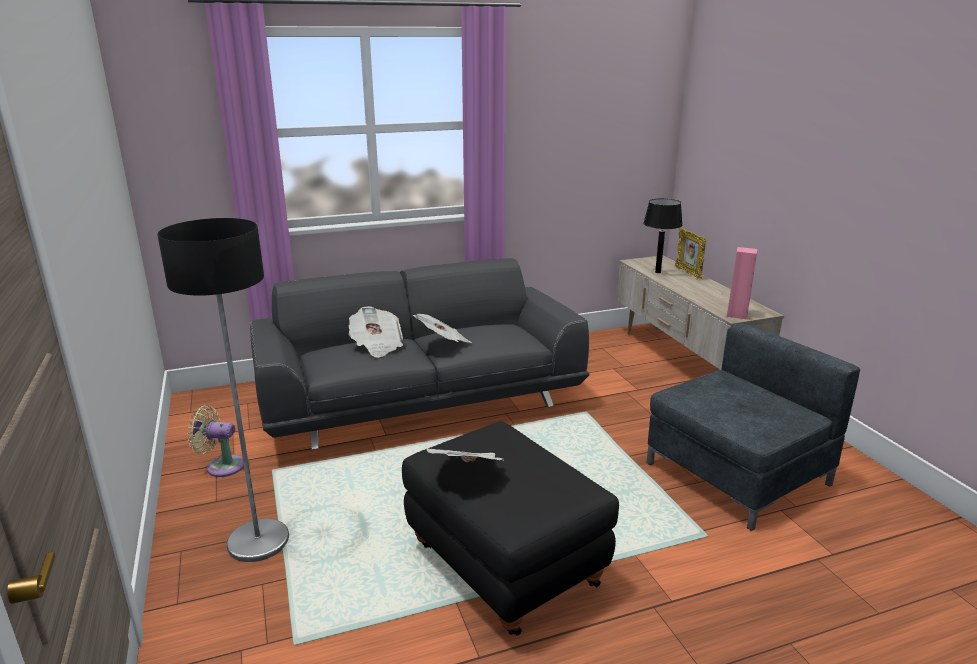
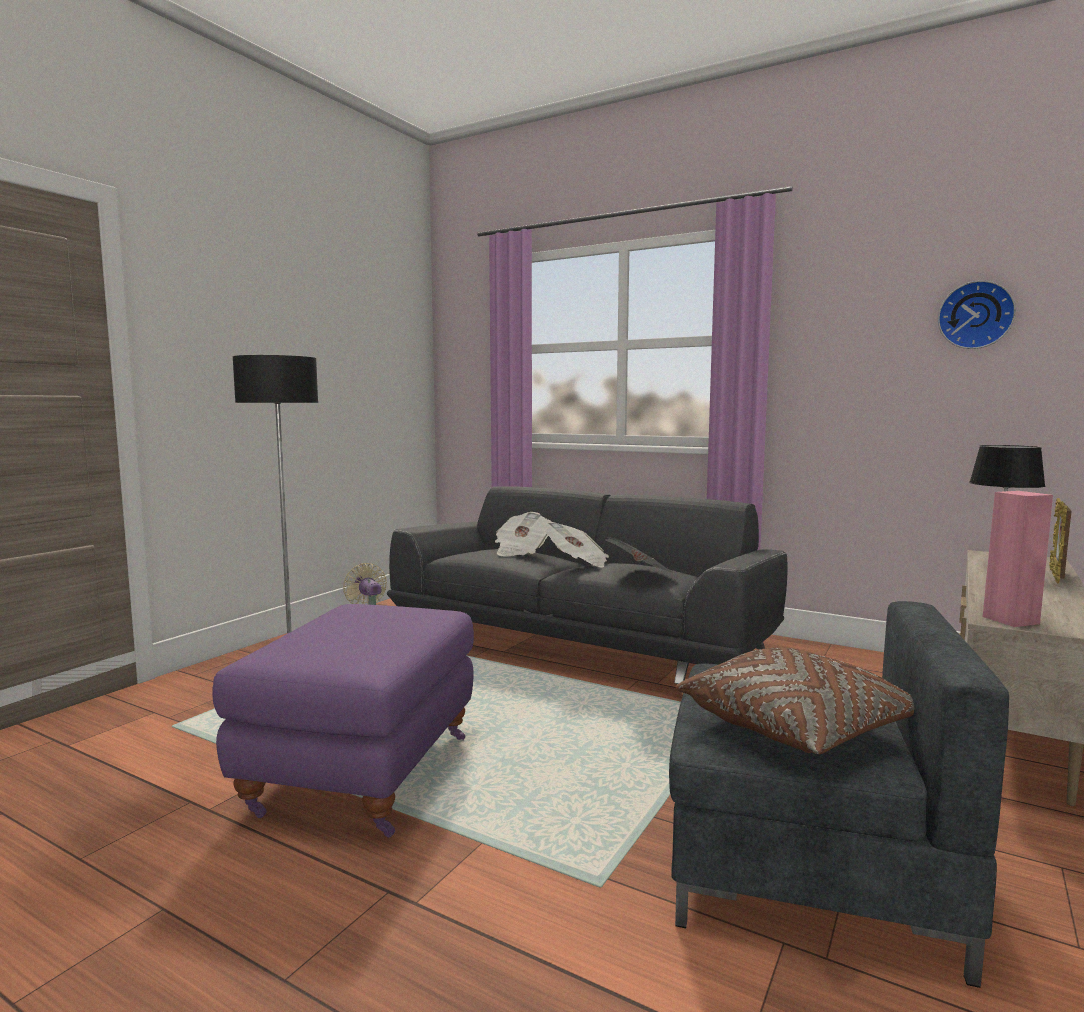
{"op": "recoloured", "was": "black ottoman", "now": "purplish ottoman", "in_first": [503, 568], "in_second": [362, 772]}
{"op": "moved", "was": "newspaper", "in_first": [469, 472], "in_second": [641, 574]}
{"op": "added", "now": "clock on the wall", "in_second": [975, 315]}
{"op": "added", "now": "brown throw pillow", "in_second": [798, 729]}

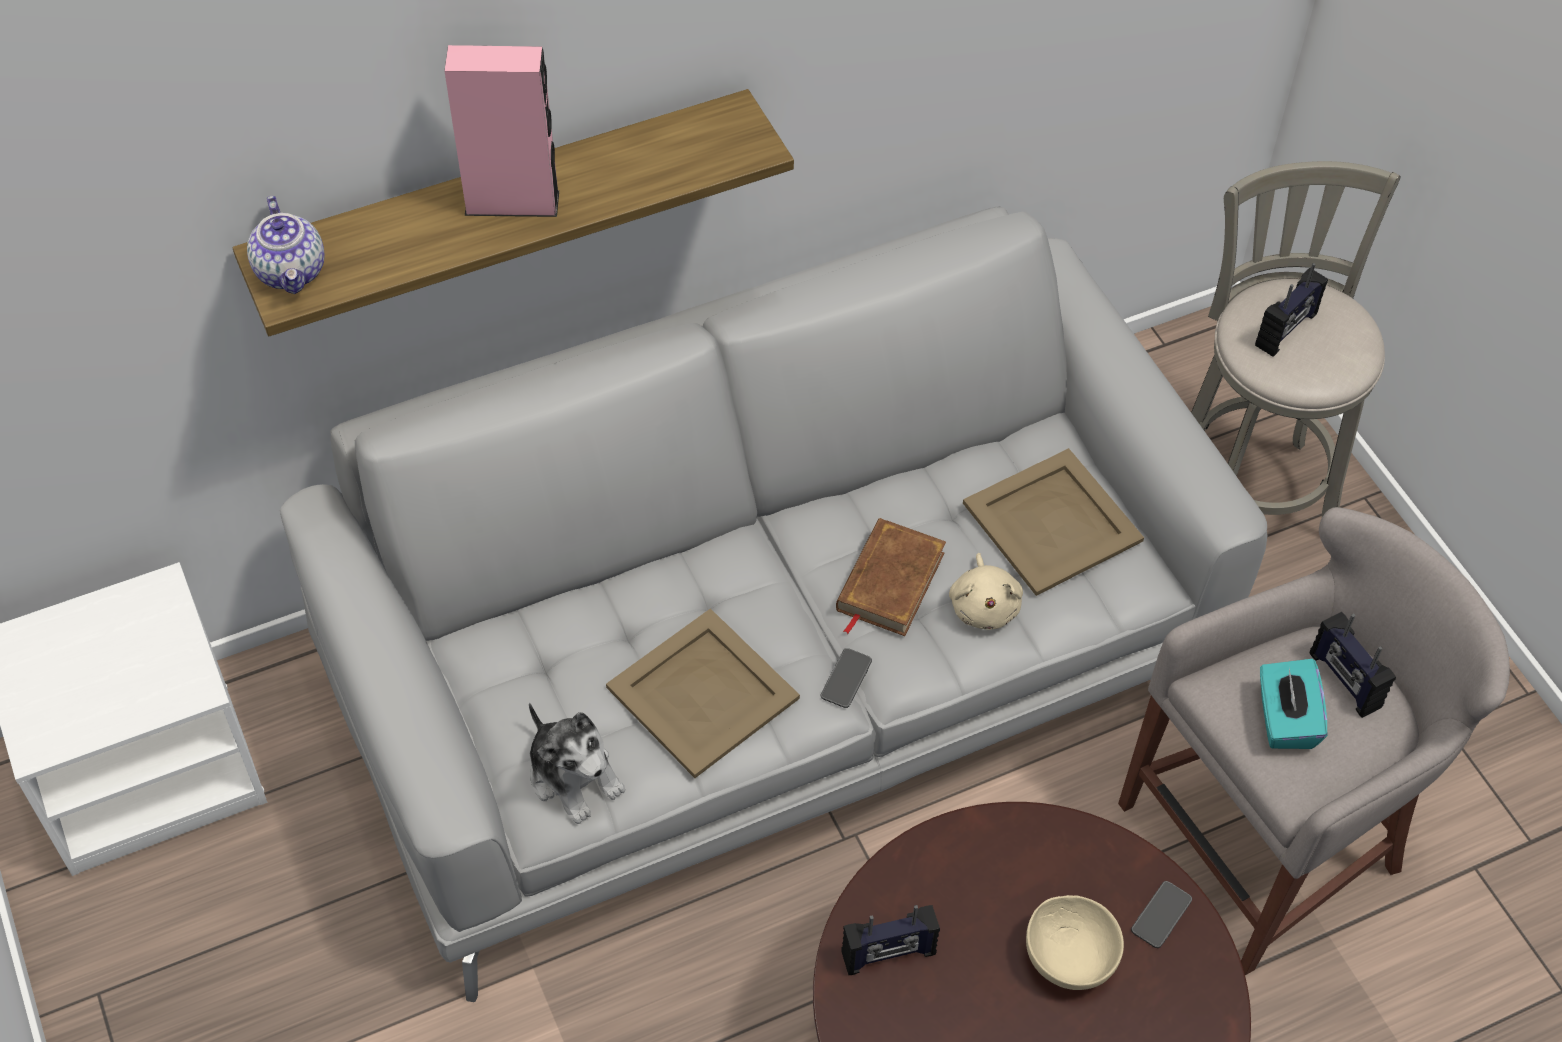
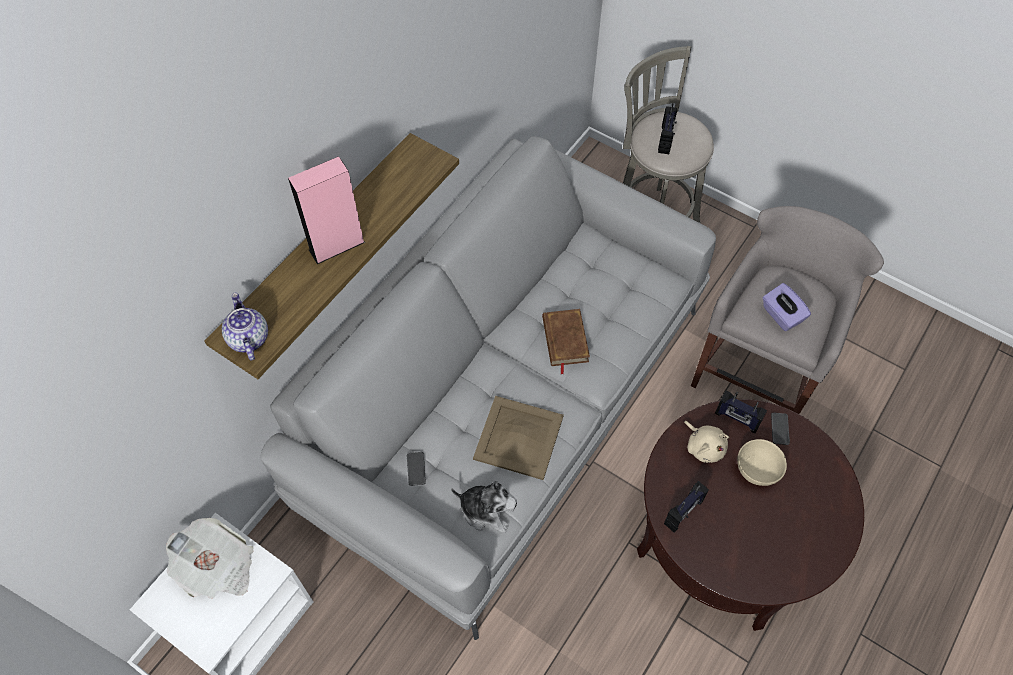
{"op": "turned", "was": "pot for tea", "in_first": [292, 271], "in_second": [248, 338], "clockwise": -150}
{"op": "removed", "was": "beige-coloured carrying tray", "in_first": [1050, 521]}
{"op": "moved", "was": "beige-coloured soft toy", "in_first": [984, 606], "in_second": [704, 446]}
{"op": "moved", "was": "radio set", "in_first": [1344, 681], "in_second": [737, 419]}
{"op": "moved", "was": "phone", "in_first": [846, 679], "in_second": [416, 469]}
{"op": "recoloured", "was": "turquoise tissue box", "now": "purplish tissue box", "in_first": [1284, 719], "in_second": [781, 315]}
{"op": "added", "now": "newspaper", "in_second": [217, 567]}

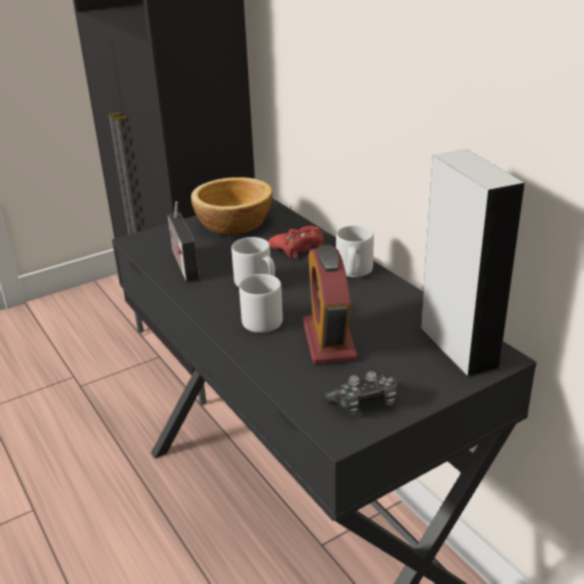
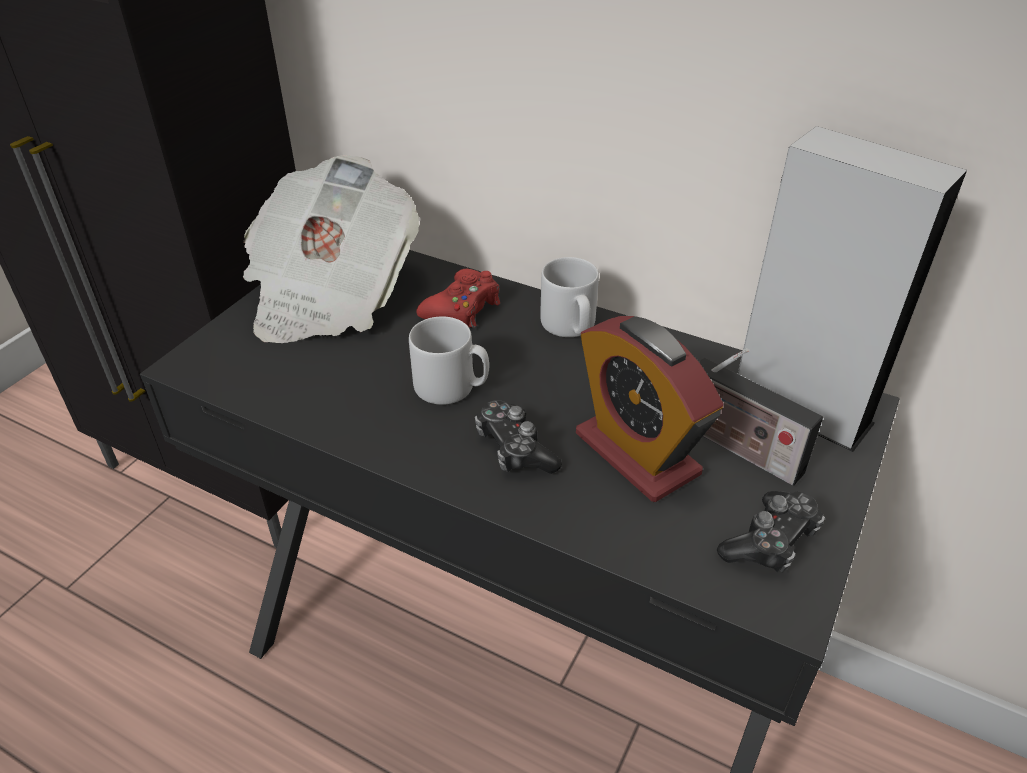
{"op": "replaced", "was": "deep dish", "now": "newspaper", "in_first": [233, 225], "in_second": [329, 293]}
{"op": "moved", "was": "radio set", "in_first": [183, 263], "in_second": [734, 446]}
{"op": "replaced", "was": "grey coffee mug", "now": "game controller", "in_first": [262, 319], "in_second": [514, 448]}

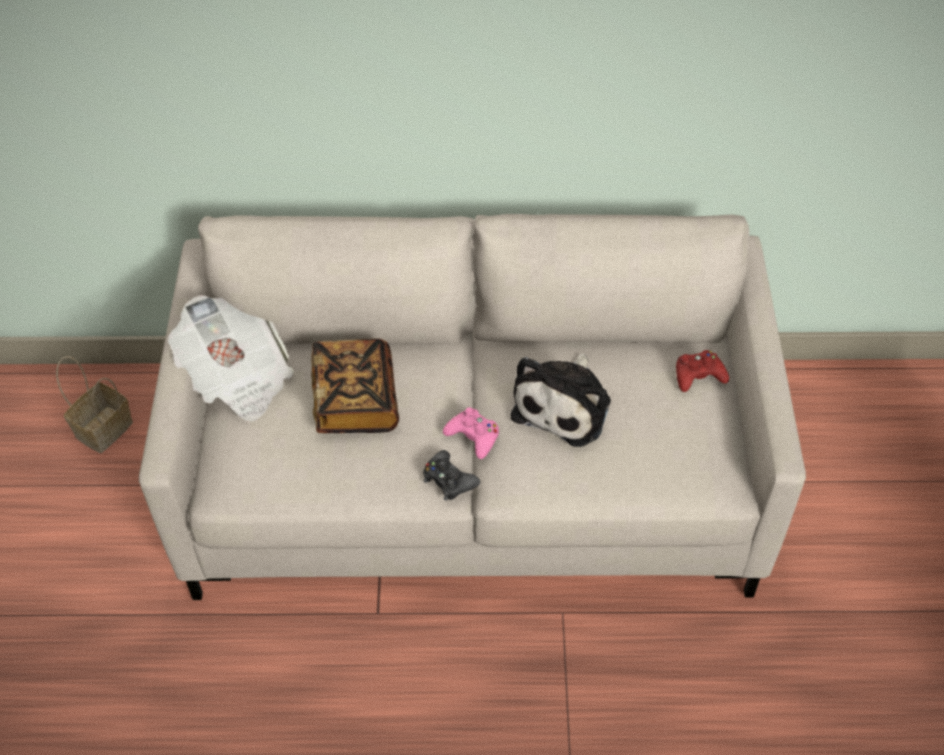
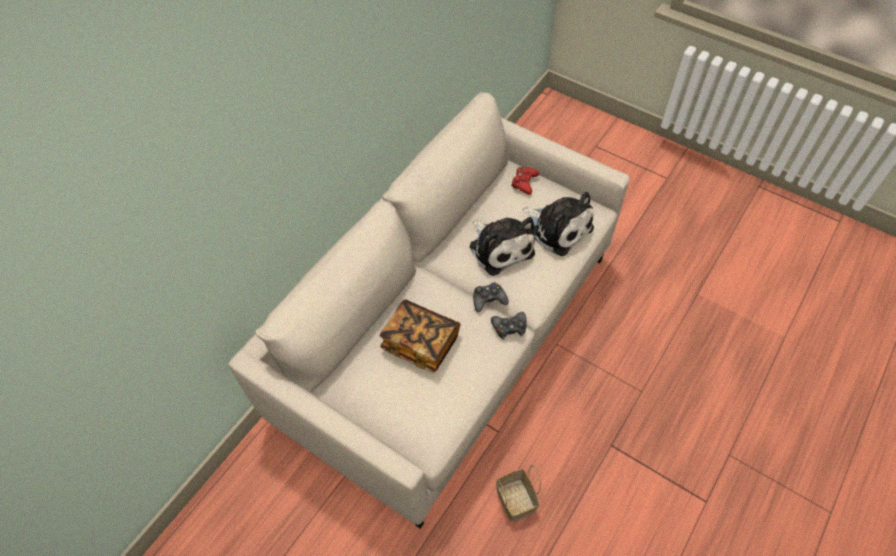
{"op": "removed", "was": "newspaper", "in_first": [236, 377]}
{"op": "moved", "was": "basket", "in_first": [104, 427], "in_second": [514, 499]}
{"op": "recoloured", "was": "pink game controller", "now": "black game controller", "in_first": [473, 436], "in_second": [489, 299]}
{"op": "added", "now": "soft toy", "in_second": [558, 228]}

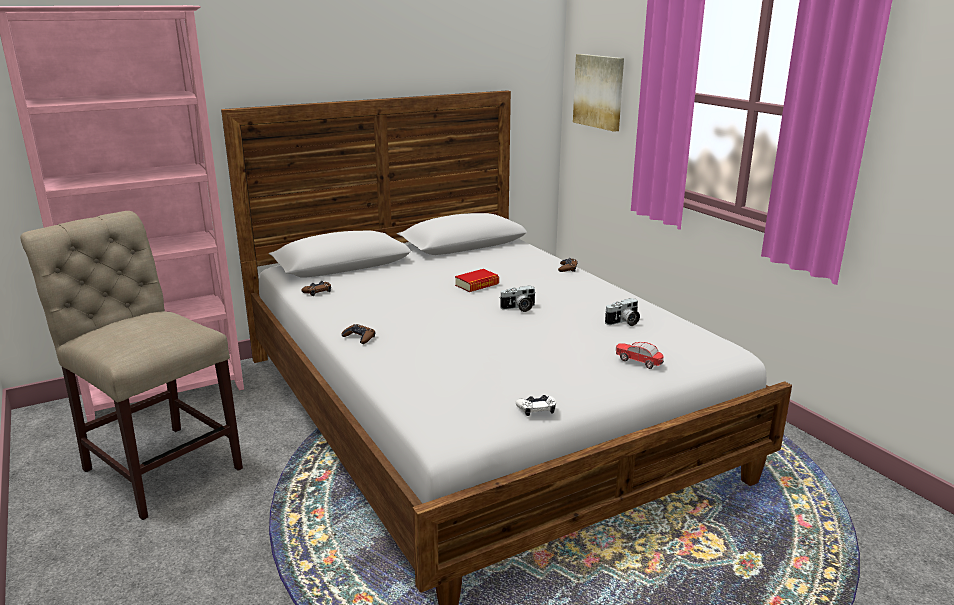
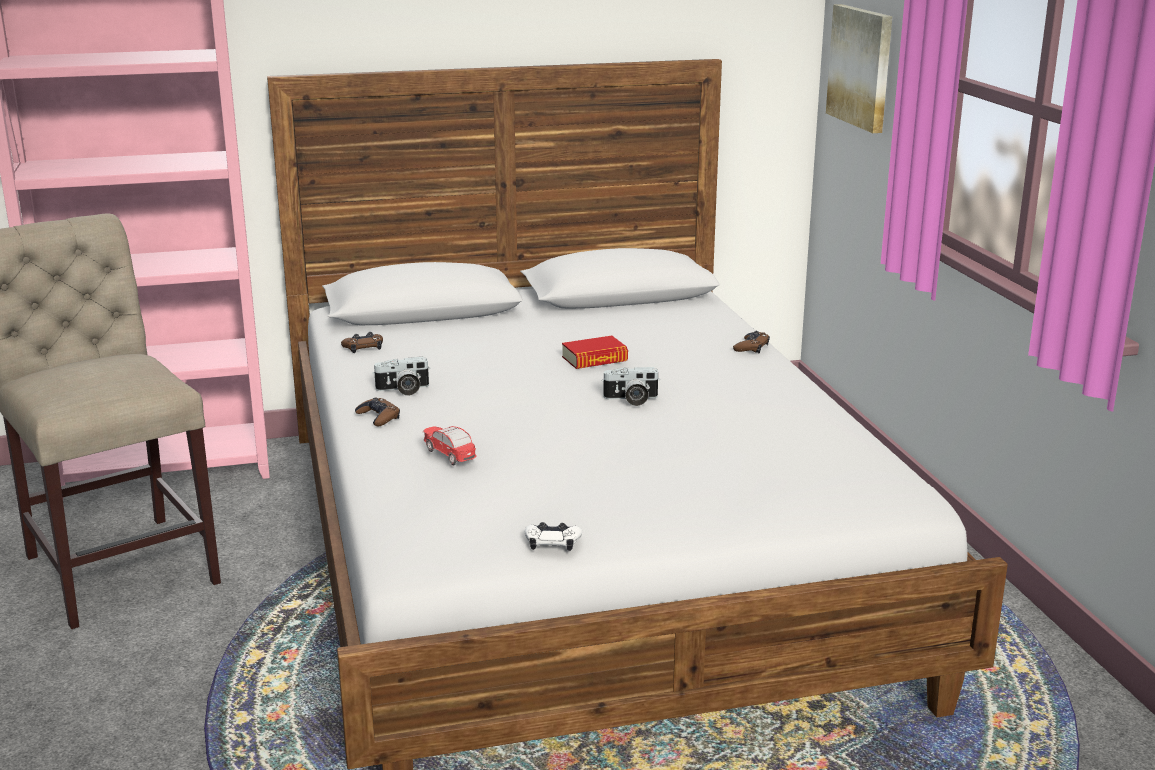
{"op": "moved", "was": "still camera", "in_first": [623, 322], "in_second": [403, 390]}
{"op": "moved", "was": "model car", "in_first": [638, 362], "in_second": [449, 455]}

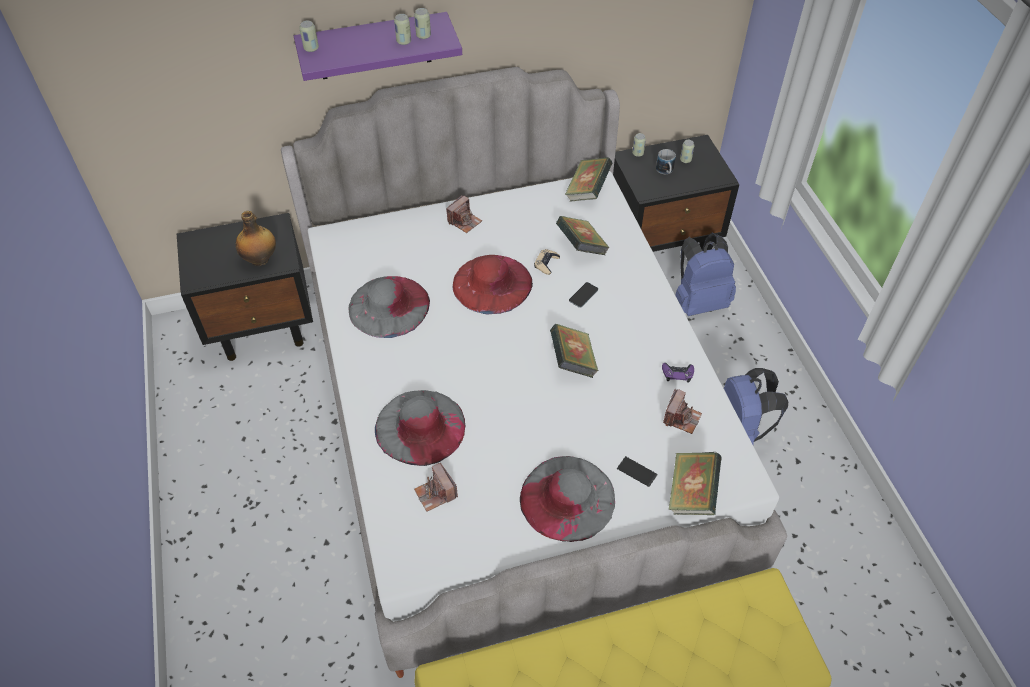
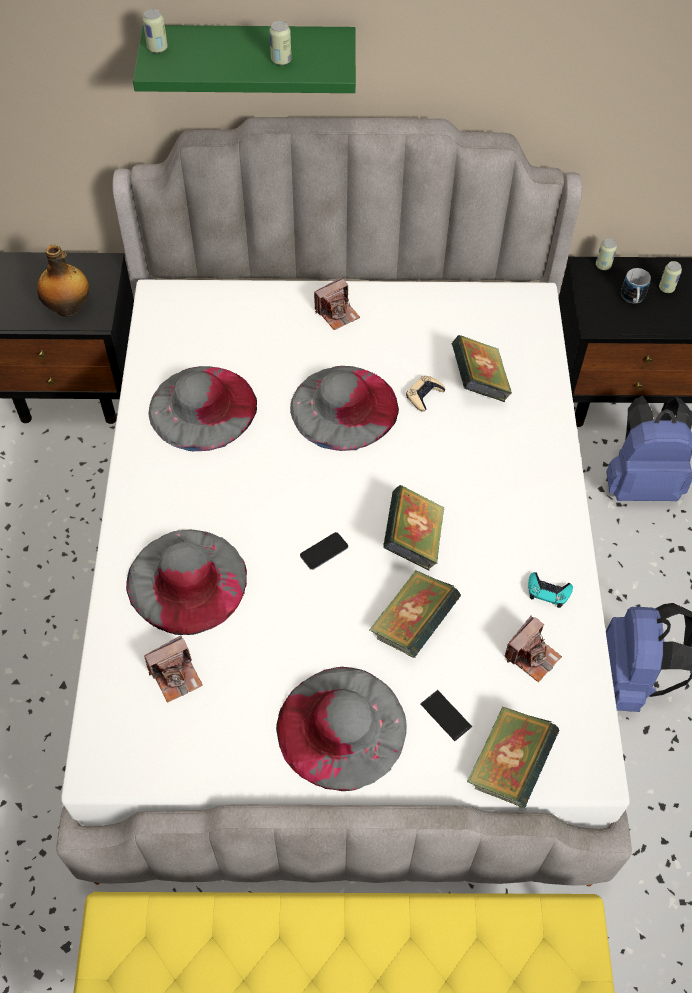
{"op": "removed", "was": "sealed can", "in_first": [423, 36]}
{"op": "recoloured", "was": "purplish wall shelf", "now": "green wall shelf", "in_first": [374, 46], "in_second": [251, 58]}
{"op": "moved", "was": "book", "in_first": [587, 191], "in_second": [413, 625]}
{"op": "recoloured", "was": "reddish wearable hat", "now": "grey wearable hat", "in_first": [492, 283], "in_second": [344, 407]}
{"op": "moved", "was": "phone", "in_first": [583, 295], "in_second": [324, 551]}
{"op": "recoloured", "was": "purplish game controller", "now": "turquoise game controller", "in_first": [677, 374], "in_second": [548, 592]}
{"op": "turned", "was": "still camera", "in_first": [436, 493], "in_second": [176, 676], "clockwise": -105}

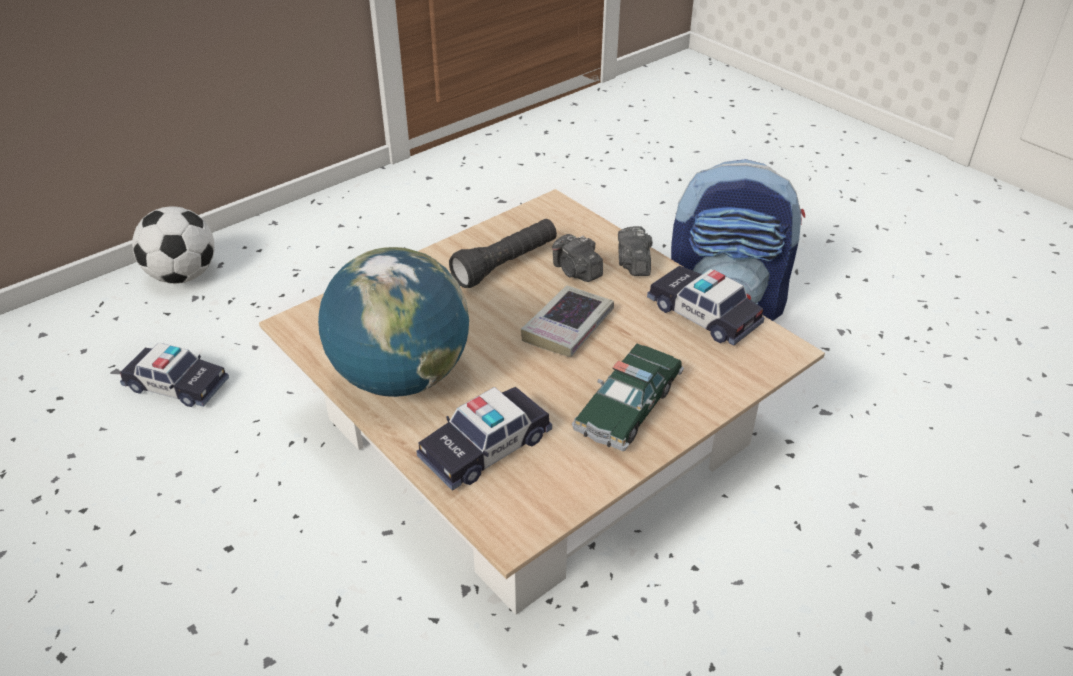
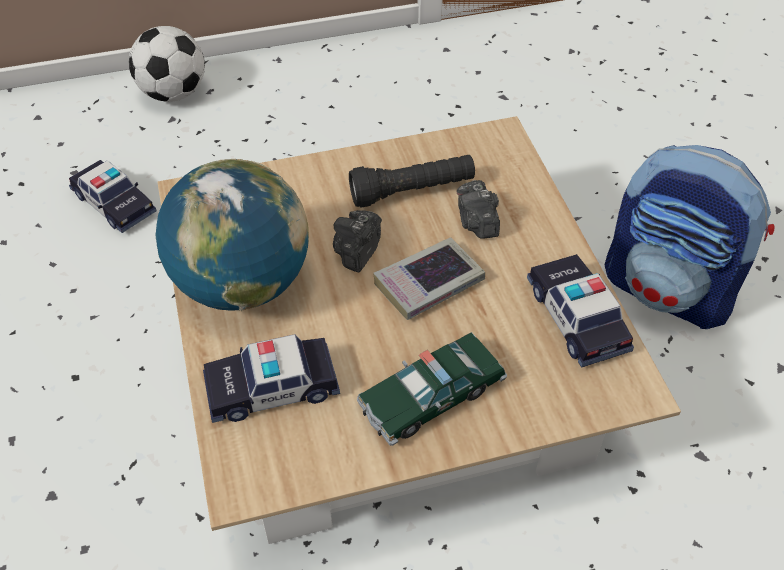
{"op": "moved", "was": "still camera", "in_first": [633, 264], "in_second": [357, 252]}

